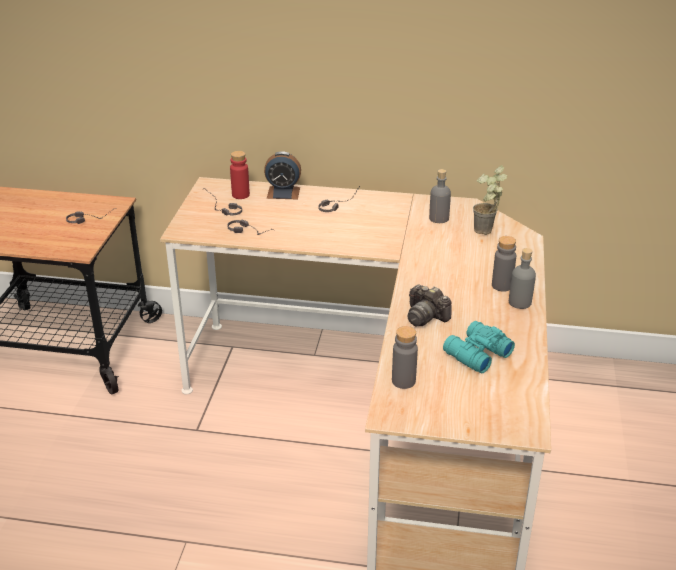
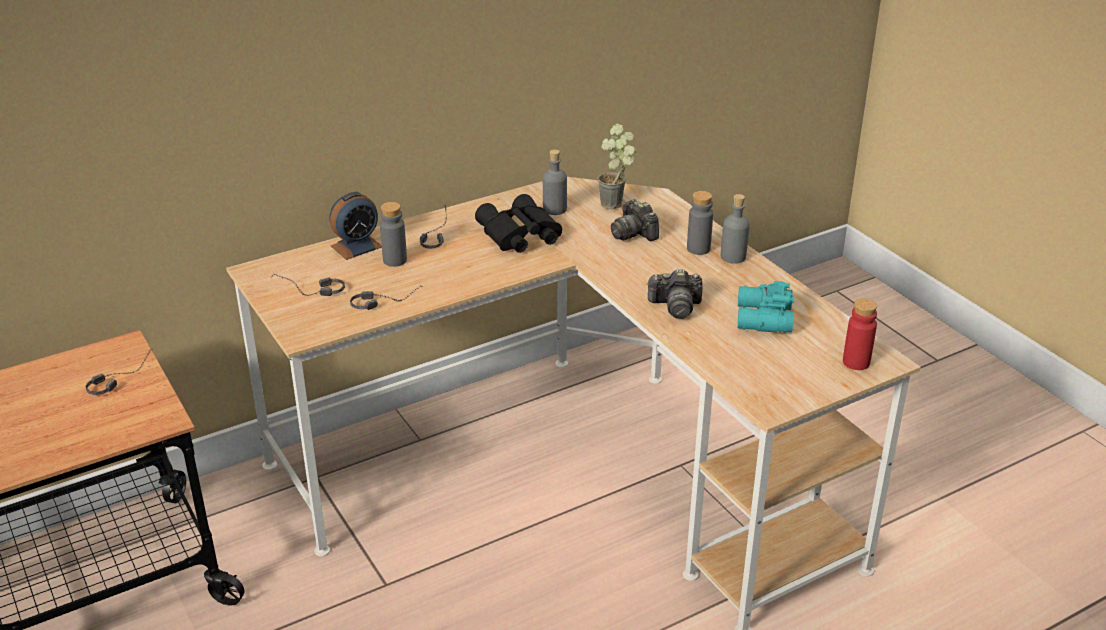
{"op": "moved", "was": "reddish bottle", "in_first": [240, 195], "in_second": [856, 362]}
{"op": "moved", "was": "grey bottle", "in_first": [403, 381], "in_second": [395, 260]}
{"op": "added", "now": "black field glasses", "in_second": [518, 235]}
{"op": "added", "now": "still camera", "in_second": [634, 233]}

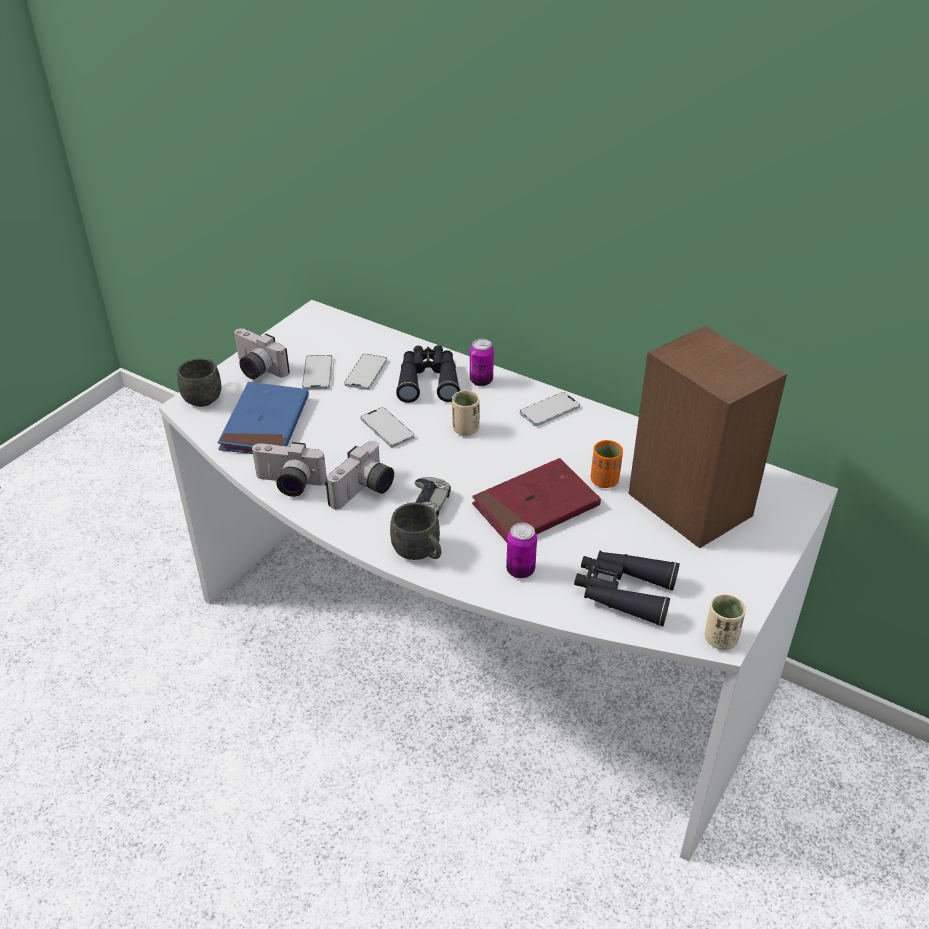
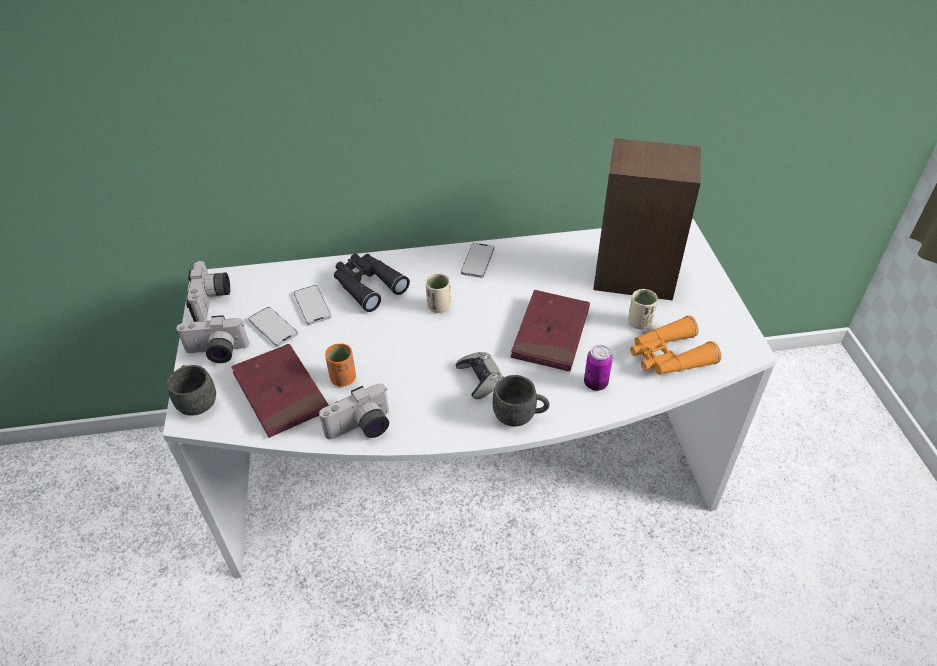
{"op": "removed", "was": "sealed can", "in_first": [481, 381]}
{"op": "recoloured", "was": "blue book", "now": "reddish book", "in_first": [265, 424], "in_second": [280, 392]}
{"op": "removed", "was": "phone", "in_first": [387, 428]}
{"op": "moved", "was": "orangey drinking cup", "in_first": [604, 481], "in_second": [343, 378]}
{"op": "moved", "was": "still camera", "in_first": [364, 492], "in_second": [213, 301]}
{"op": "recoloured", "was": "black field glasses", "now": "orangey field glasses", "in_first": [623, 592], "in_second": [668, 357]}
{"op": "moved", "was": "beige-coloured drinking cup", "in_first": [720, 639], "in_second": [639, 323]}

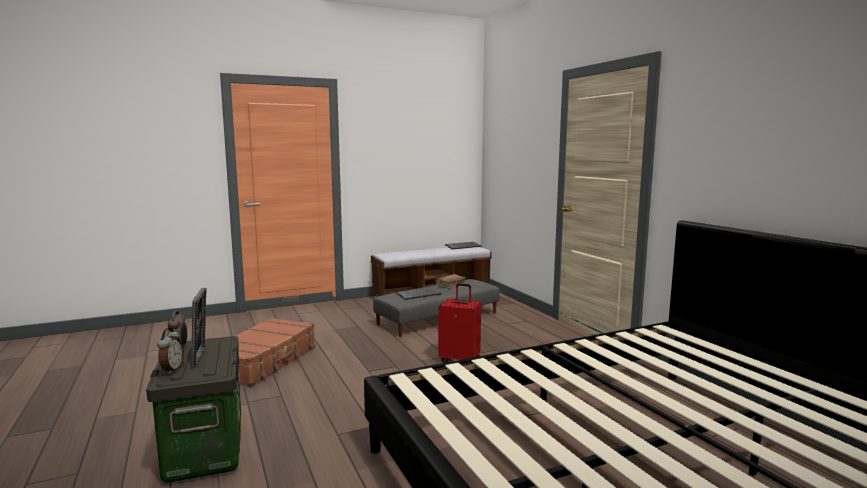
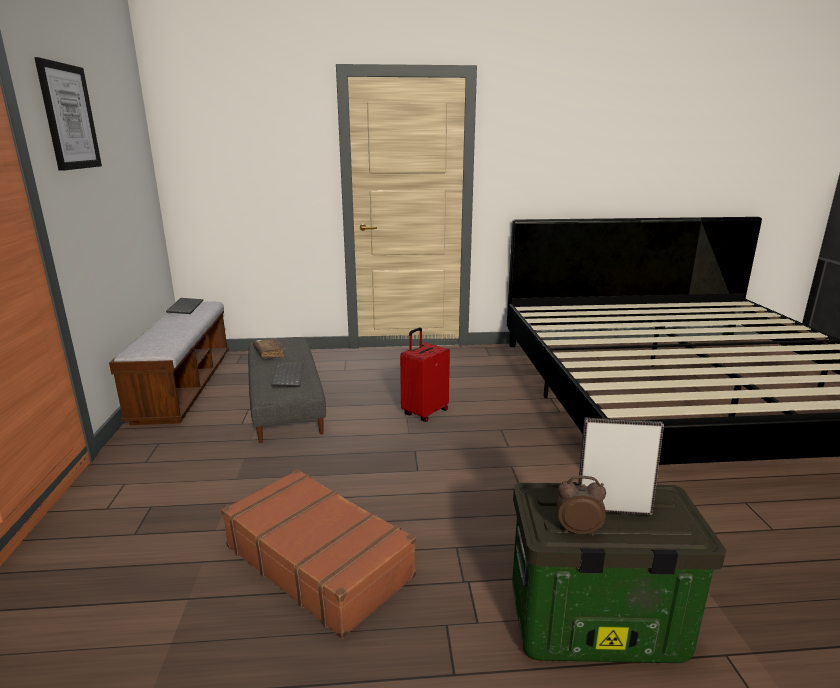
{"op": "removed", "was": "table clock", "in_first": [171, 369]}
{"op": "added", "now": "picture", "in_second": [69, 117]}

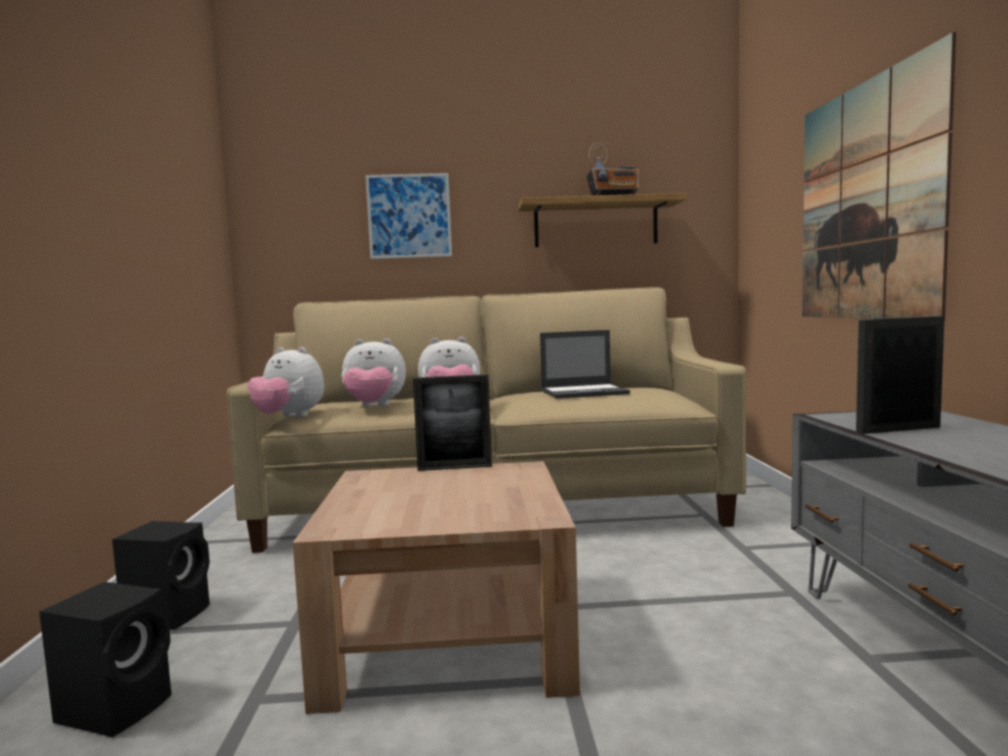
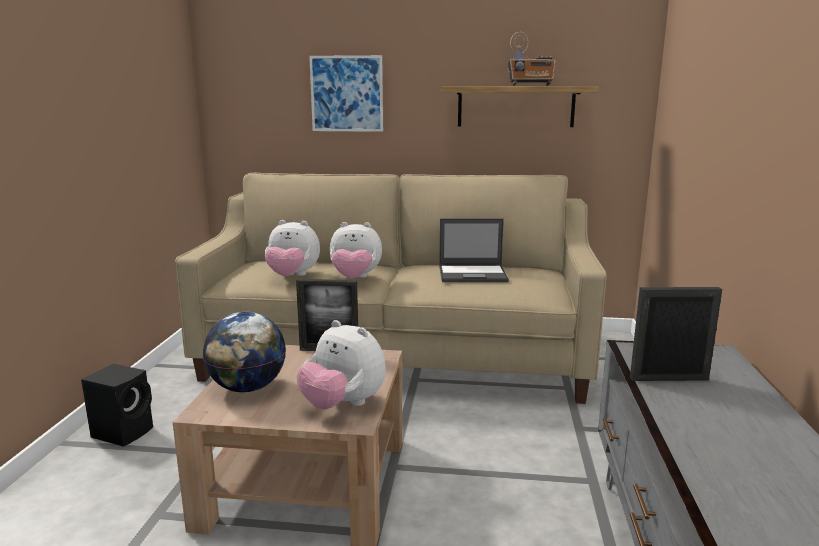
{"op": "removed", "was": "picture", "in_first": [867, 202]}
{"op": "moved", "was": "soft toy", "in_first": [288, 417], "in_second": [343, 405]}
{"op": "removed", "was": "black speaker", "in_first": [118, 707]}
{"op": "added", "now": "globe", "in_second": [247, 388]}

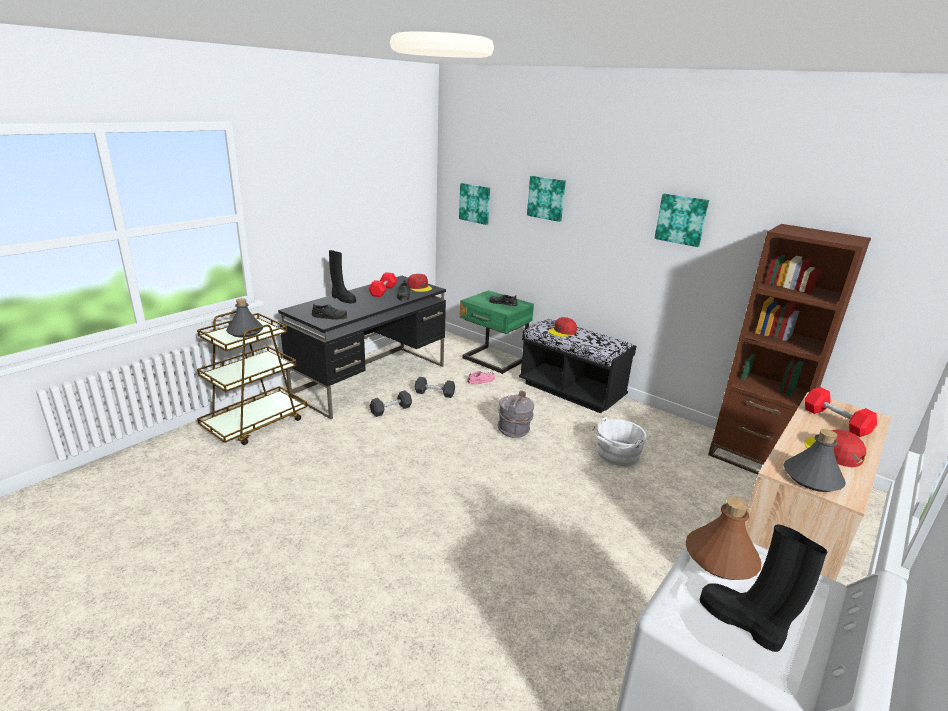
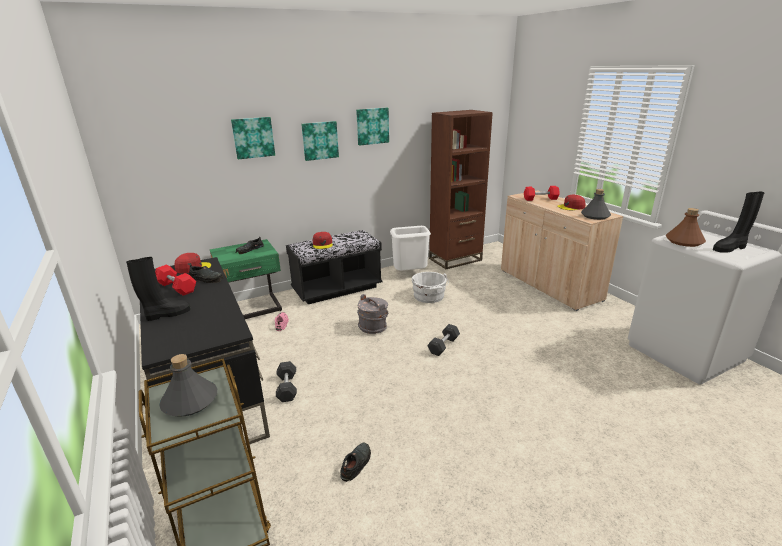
{"op": "moved", "was": "picture", "in_first": [475, 203], "in_second": [320, 140]}
{"op": "moved", "was": "black item of footwear", "in_first": [330, 316], "in_second": [356, 463]}
{"op": "moved", "was": "grey free weight", "in_first": [434, 393], "in_second": [443, 345]}
{"op": "added", "now": "whitish waste bin", "in_second": [410, 274]}

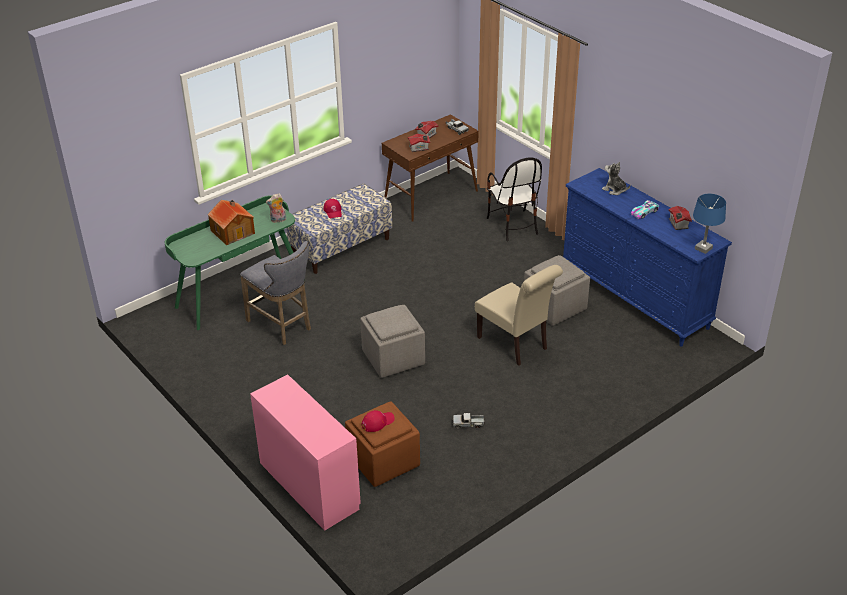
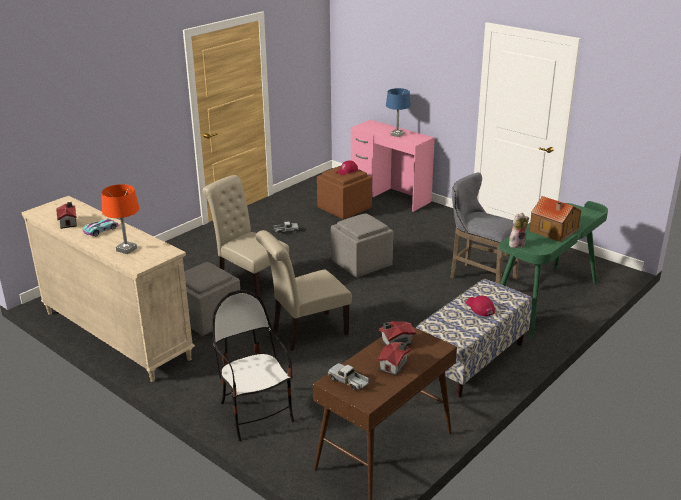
{"op": "replaced", "was": "soft toy", "now": "orangey tabletop lamp", "in_first": [614, 190], "in_second": [126, 249]}
{"op": "recoloured", "was": "blue dresser", "now": "beige-coloured dresser", "in_first": [635, 298], "in_second": [116, 335]}
{"op": "moved", "was": "blue tabletop lamp", "in_first": [703, 248], "in_second": [397, 134]}
{"op": "added", "now": "beige-coloured plain chair", "in_second": [305, 333]}

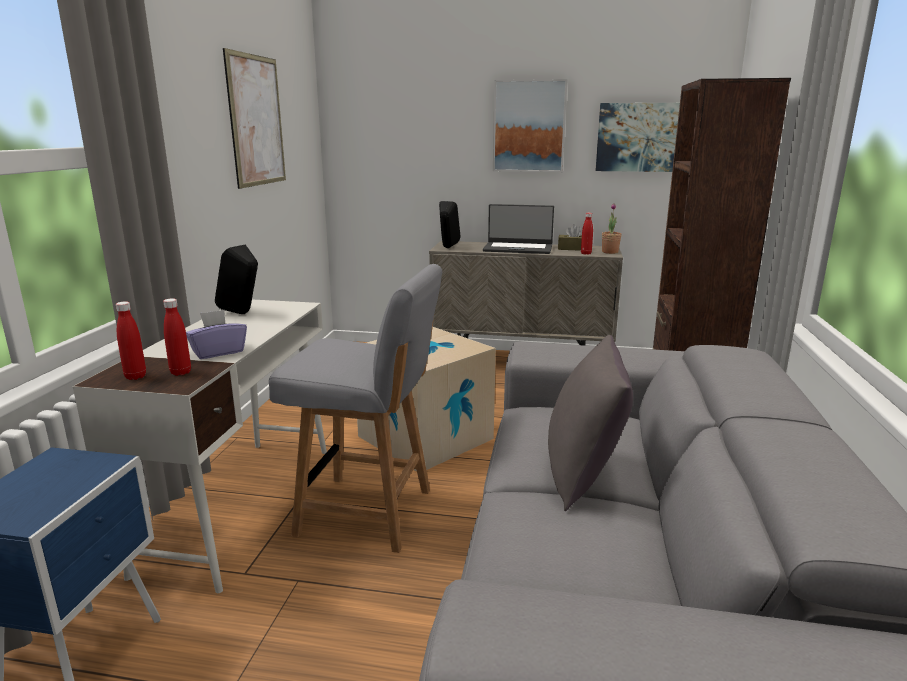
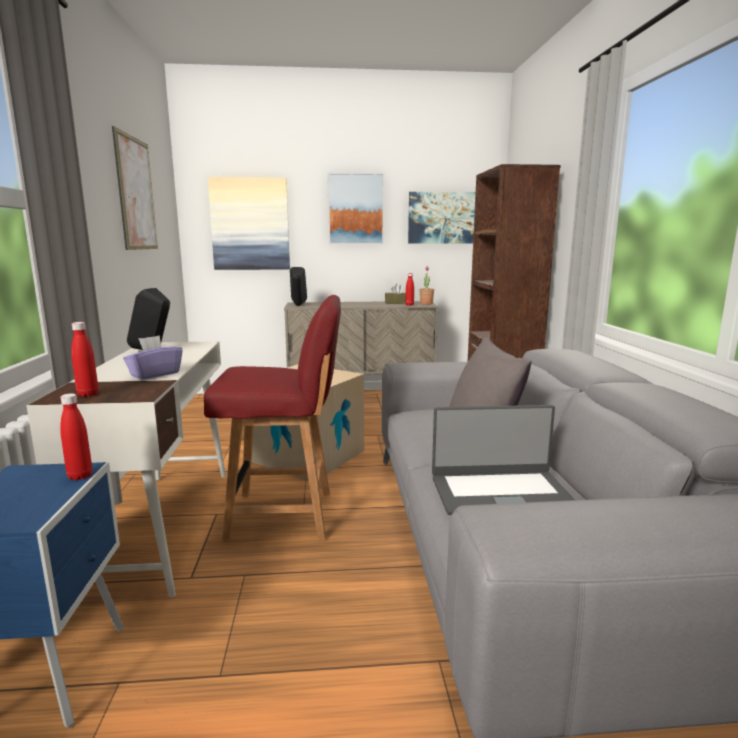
{"op": "moved", "was": "laptop", "in_first": [518, 248], "in_second": [500, 492]}
{"op": "recoloured", "was": "grey plain chair", "now": "reddish plain chair", "in_first": [368, 513], "in_second": [284, 515]}
{"op": "moved", "was": "reddish bottle", "in_first": [181, 372], "in_second": [80, 476]}
{"op": "added", "now": "picture", "in_second": [250, 224]}

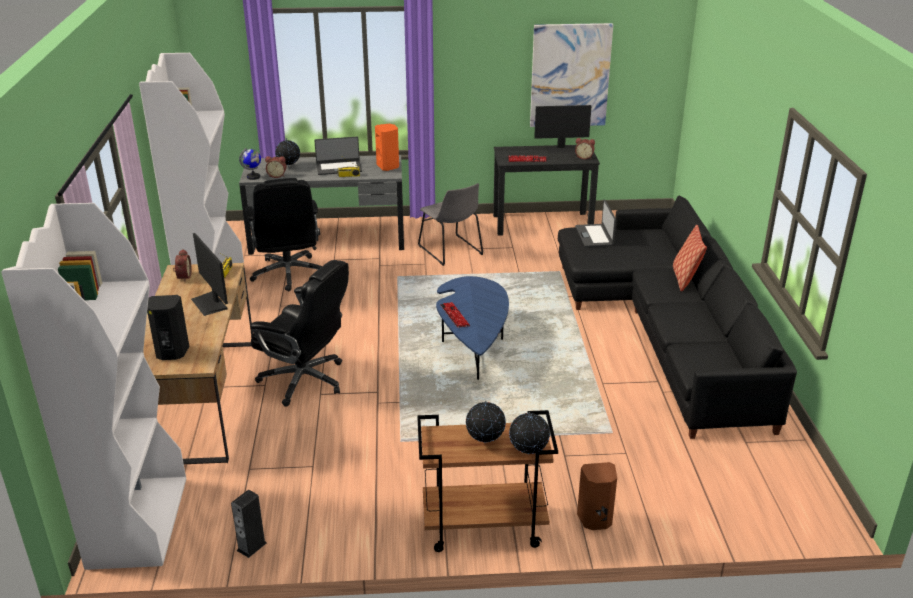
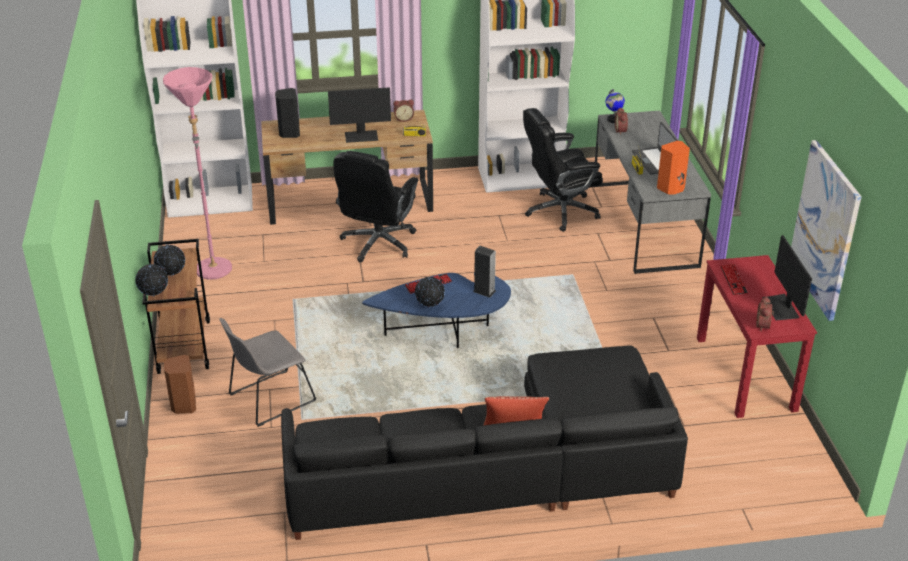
{"op": "moved", "was": "globe", "in_first": [289, 167], "in_second": [430, 307]}
{"op": "recoloured", "was": "black desk table", "now": "reddish desk table", "in_first": [542, 223], "in_second": [745, 374]}
{"op": "moved", "was": "grey plain chair", "in_first": [451, 251], "in_second": [268, 399]}
{"op": "removed", "was": "laptop", "in_first": [595, 236]}
{"op": "turned", "was": "computer display", "in_first": [210, 303], "in_second": [361, 136], "clockwise": -150}
{"op": "moved", "was": "speaker", "in_first": [251, 546], "in_second": [484, 291]}
{"op": "added", "now": "pink standard lamp", "in_second": [213, 265]}

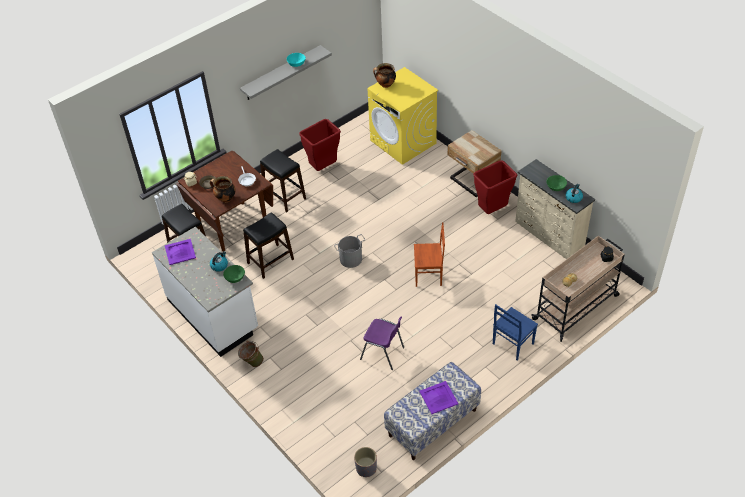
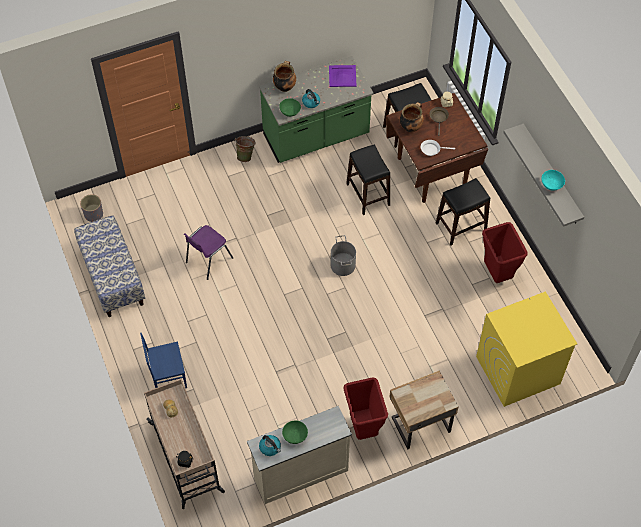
{"op": "moved", "was": "saucepot", "in_first": [385, 85], "in_second": [284, 86]}
{"op": "removed", "was": "brown plain chair", "in_first": [428, 275]}
{"op": "recoloured", "was": "whitish kitchen counter", "now": "green kitchen counter", "in_first": [213, 314], "in_second": [316, 136]}
{"op": "turned", "was": "blue plain chair", "in_first": [512, 344], "in_second": [168, 376], "clockwise": -75}
{"op": "removed", "was": "purplish carrying tray", "in_first": [438, 397]}

